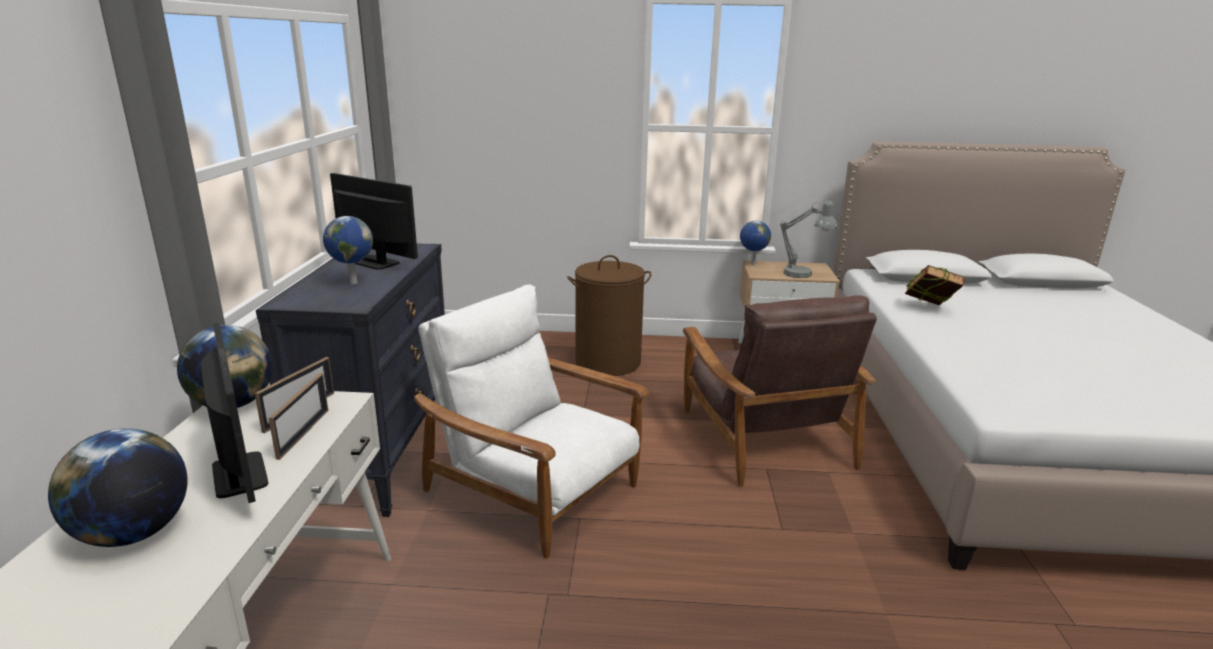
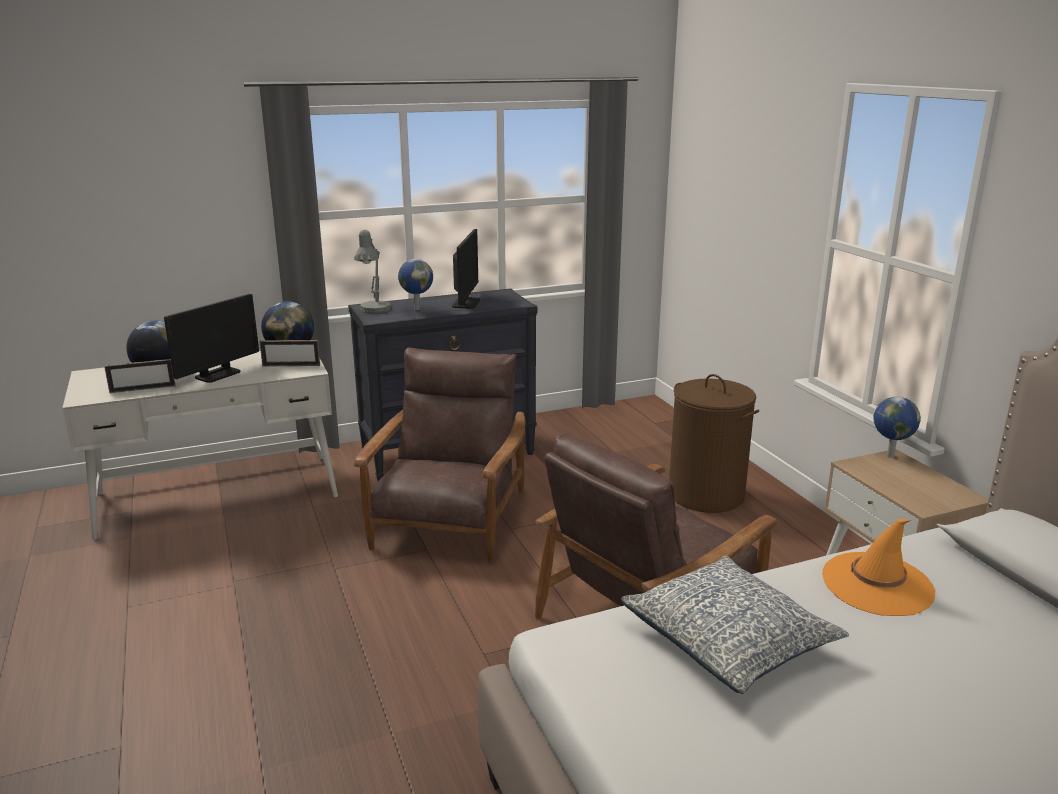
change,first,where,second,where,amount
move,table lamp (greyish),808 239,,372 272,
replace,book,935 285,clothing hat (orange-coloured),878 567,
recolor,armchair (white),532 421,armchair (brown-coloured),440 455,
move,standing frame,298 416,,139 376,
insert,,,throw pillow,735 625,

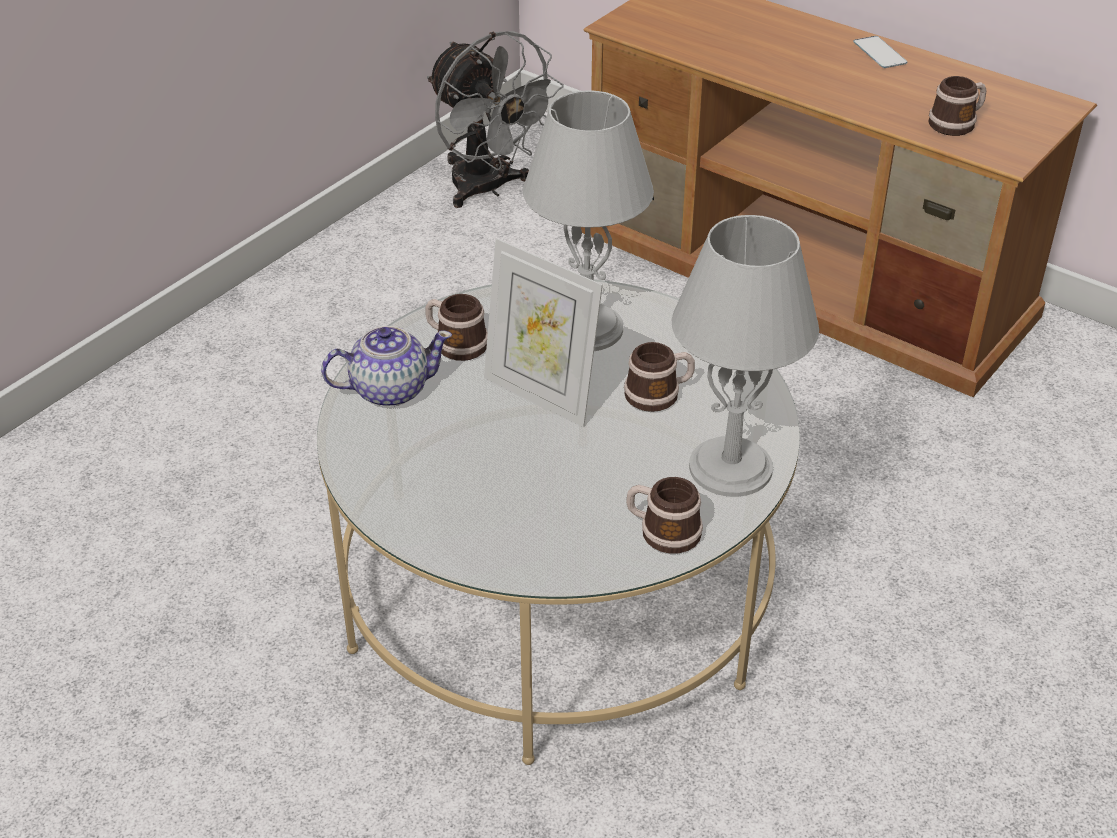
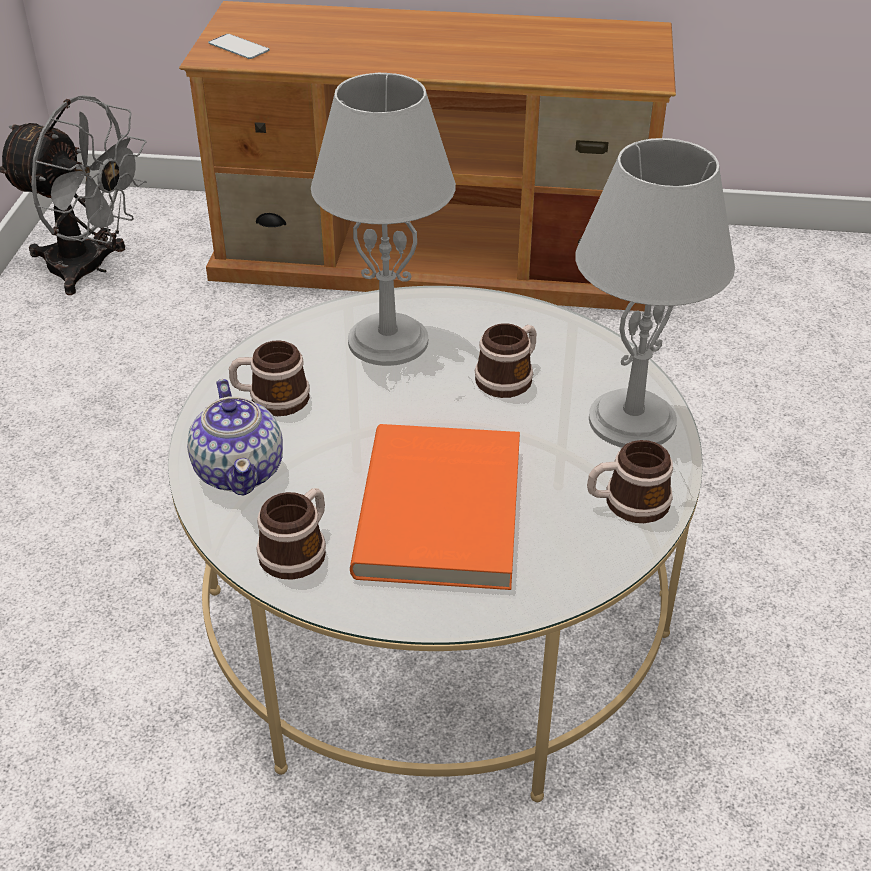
change,first,where,second,where,amount
move,phone,880 52,,238 46,
move,tea mug,957 106,,291 534,
delete,standing frame,543 332,,,
rotate,tea pot,386 366,,235 437,120 degrees clockwise
insert,,,book (orange-coloured),435 507,

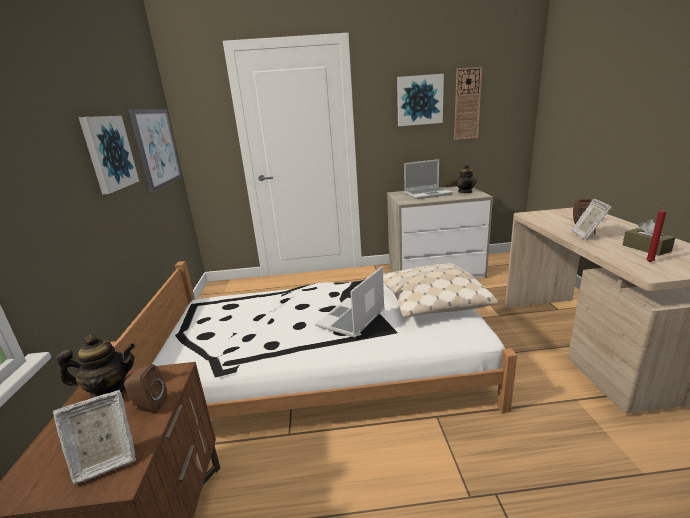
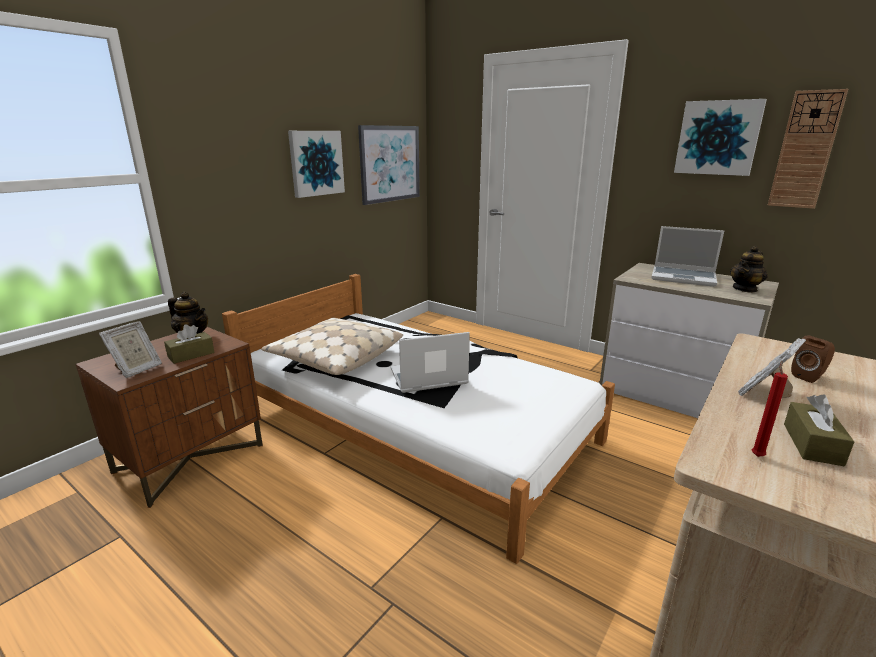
change,first,where,second,where,amount
move,throw pillow (beige),440 290,,332 346,
replace,loudspeaker (brown-coloured),145 388,tissue box (brown-coloured),189 344,
rotate,standing frame,94 437,,130 349,75 degrees counterclockwise

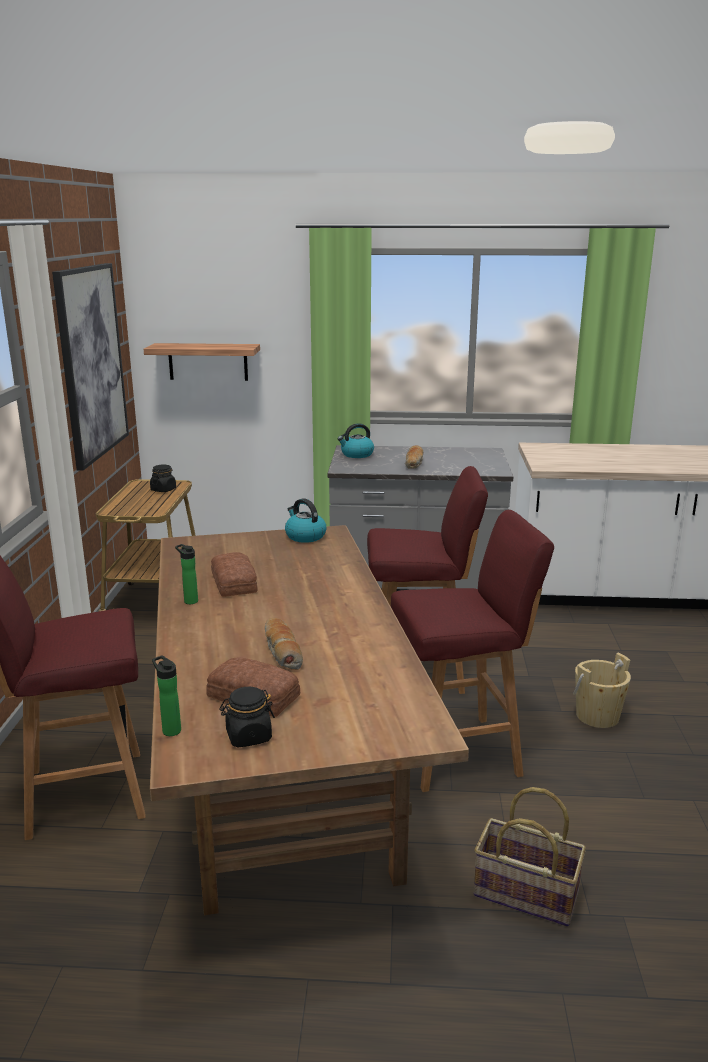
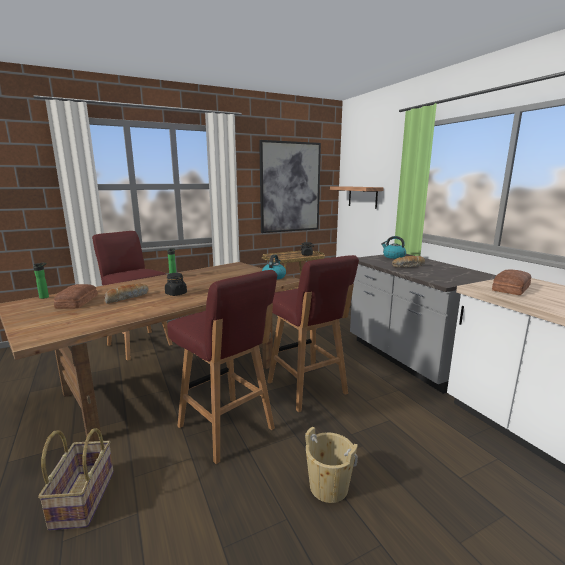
change,first,where,second,where,amount
move,bakery bread,234 574,,511 282,
move,jar (blackish),247 717,,176 284,

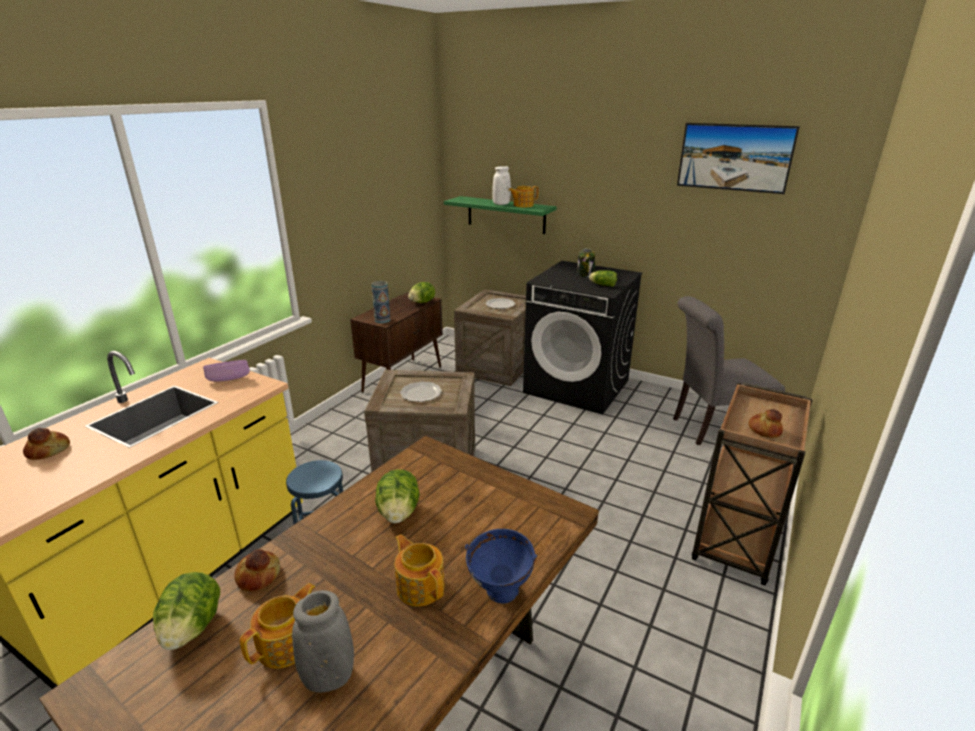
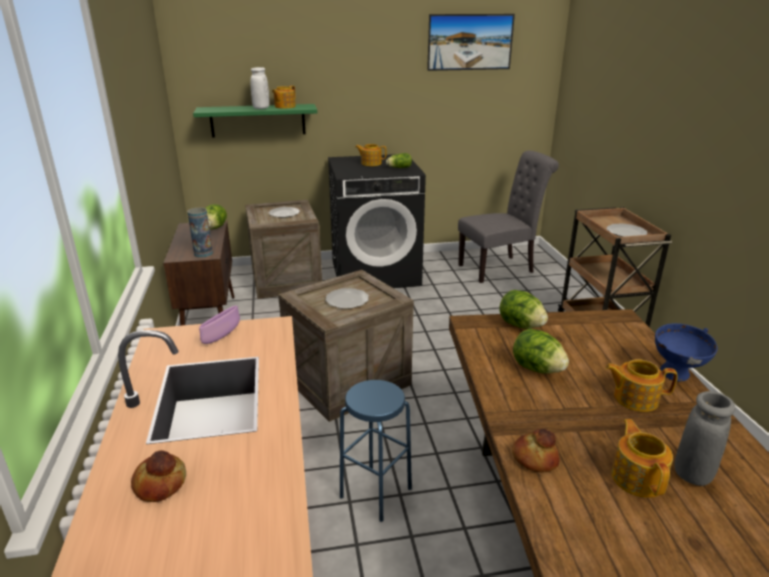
change,first,where,second,where,amount
replace,jar,586 263,tea pot,371 155,
rotate,plain chair (greyish),729 370,,508 217,150 degrees counterclockwise
replace,bakery bread,765 423,flat dish,627 230,
move,head of lettuce,186 611,,523 309,

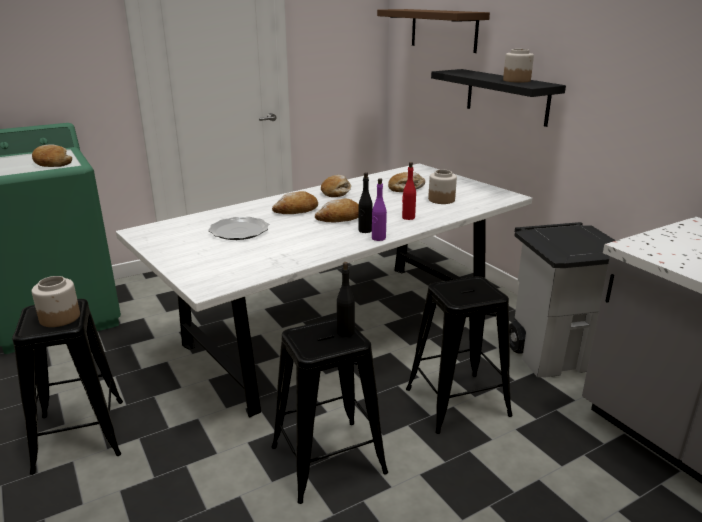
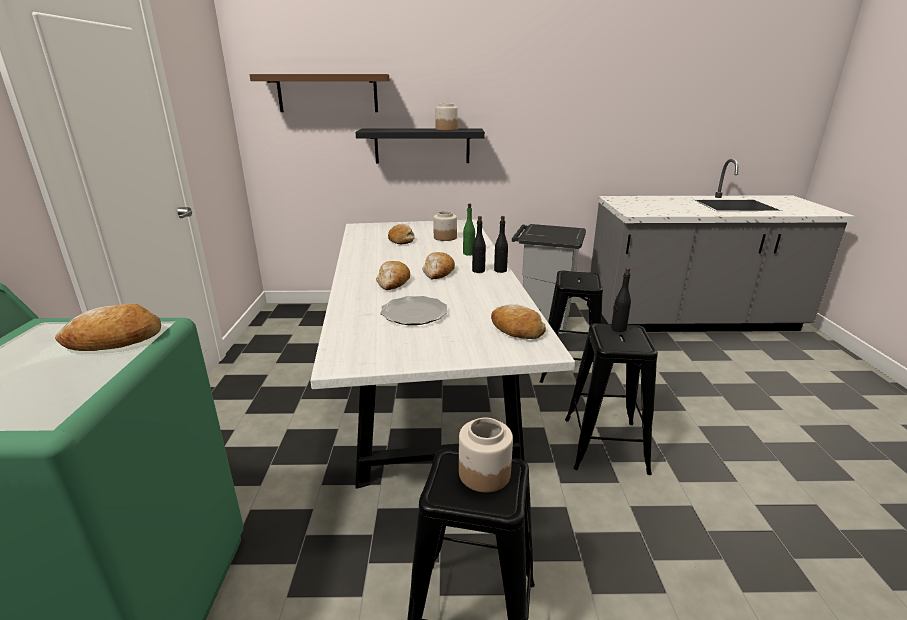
change,first,where,second,where,amount
recolor,beverage bottle (reddish),409 191,beverage bottle (green),469 229,
move,bakery bread,336 186,,518 321,
recolor,beverage bottle (purple-coloured),379 209,beverage bottle (blackish),501 244,

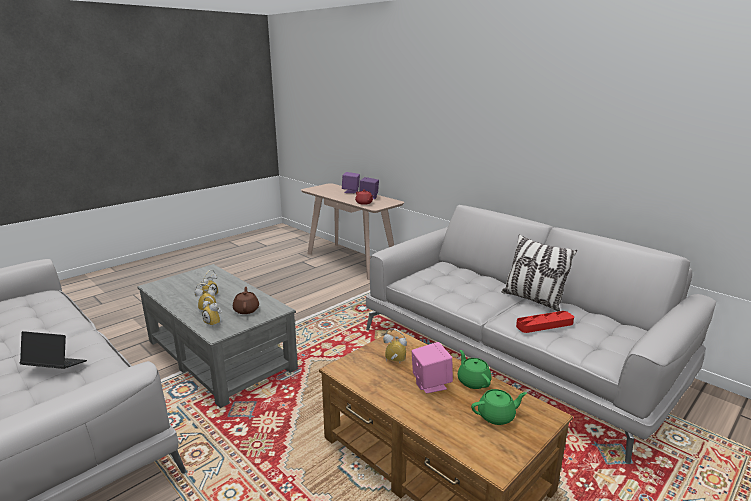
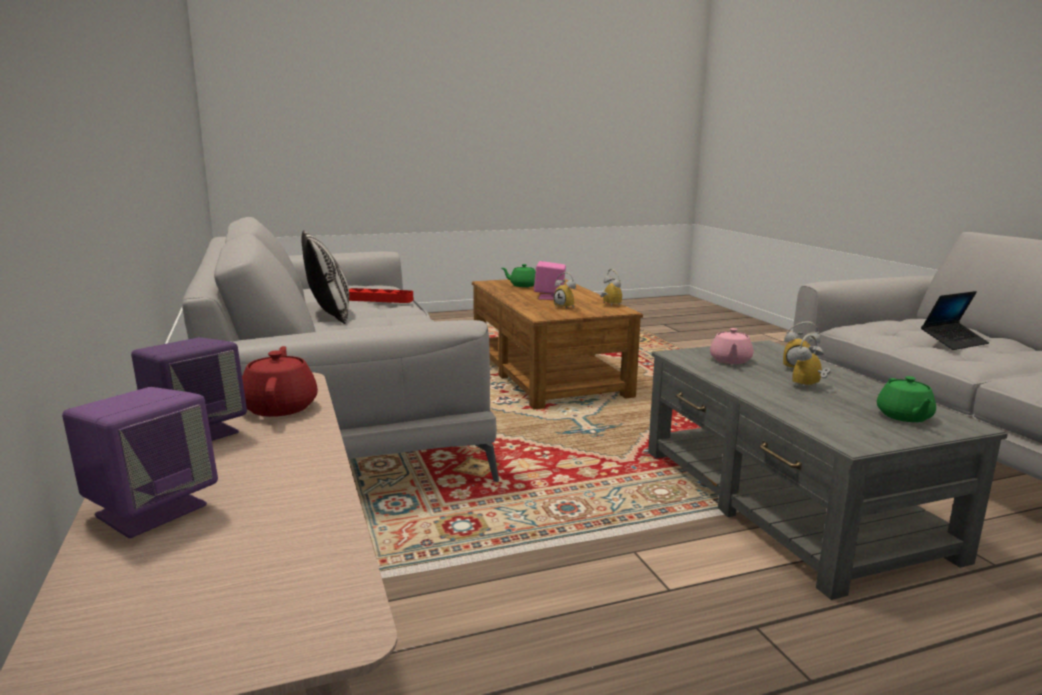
change,first,where,second,where,amount
recolor,tea pot (brown-coloured),246 300,tea pot (pink-coloured),731 346,
move,table clock,212 311,,611 288,
rotate,portable computer,53 350,,955 320,60 degrees counterclockwise
move,tea pot (green),474 369,,906 399,

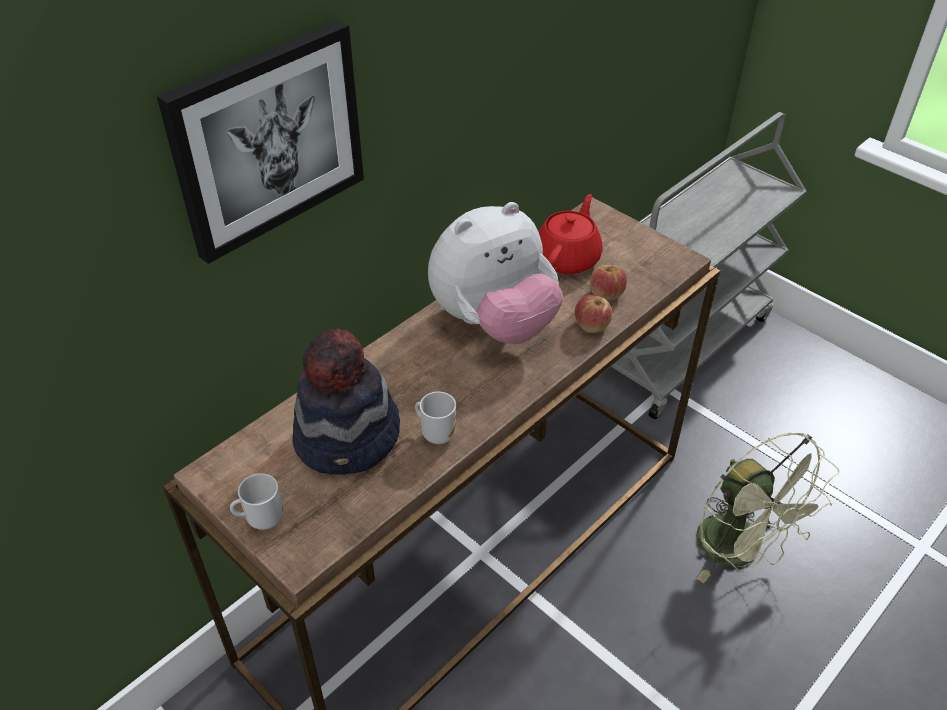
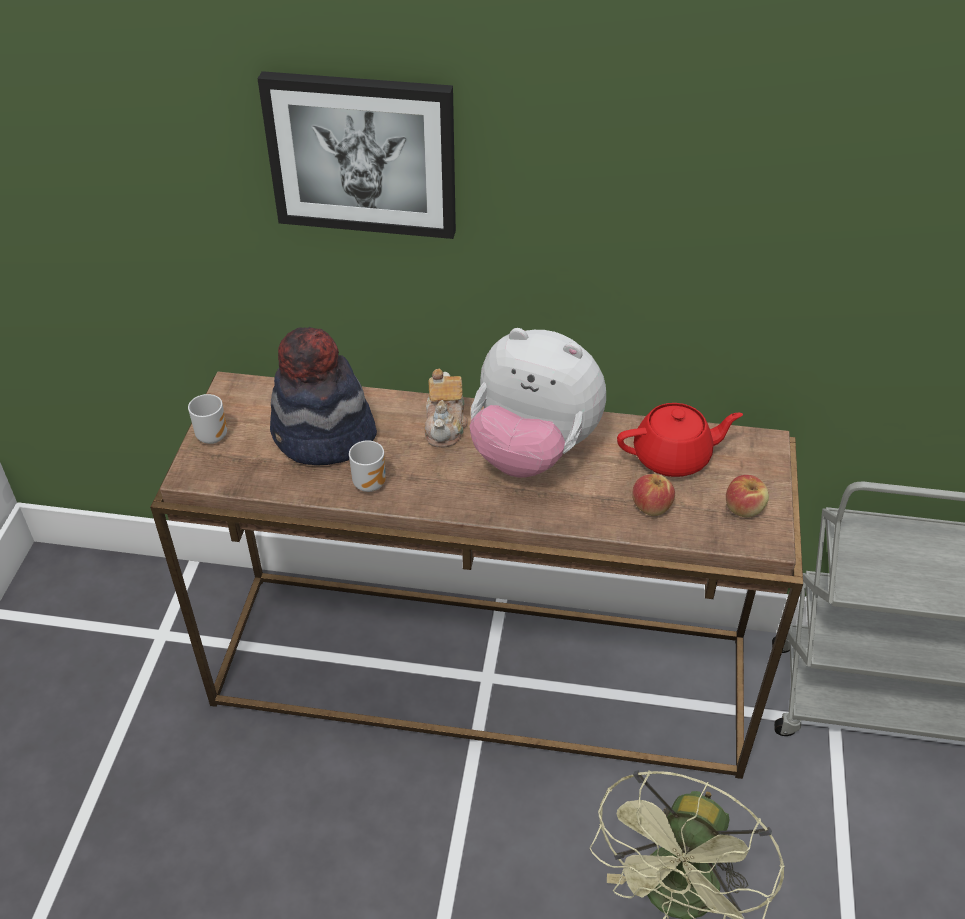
change,first,where,second,where,amount
move,whole apple,593 314,,747 496,
insert,,,tea pot,446 408,

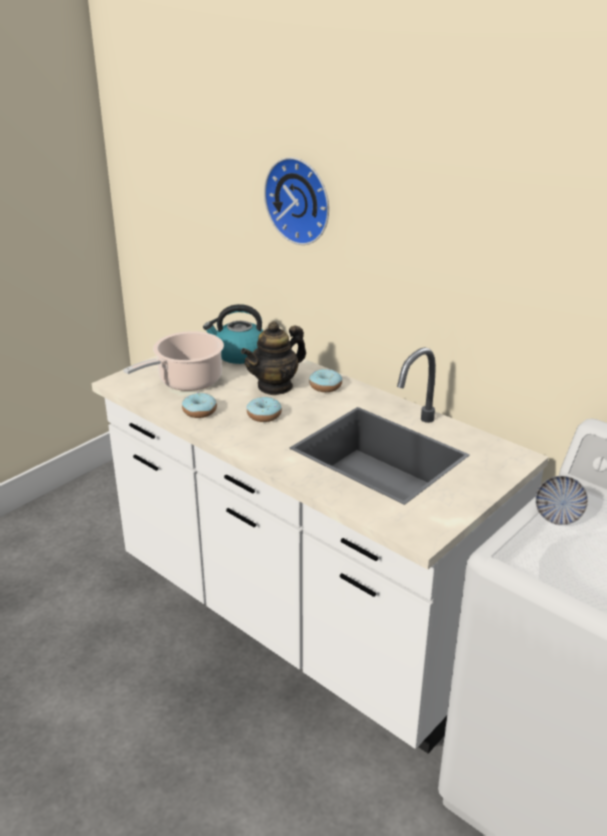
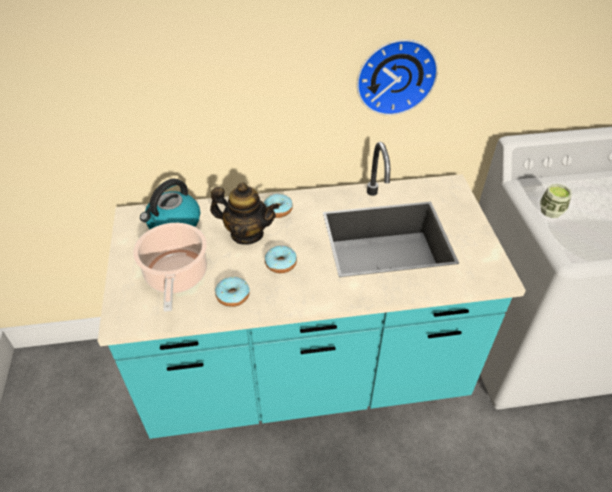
change,first,where,second,where,amount
move,wall clock,296 201,,397 77,
rotate,tea pot,273 358,,244 213,75 degrees counterclockwise
recolor,kitchen base unit (white),320 541,kitchen base unit (turquoise),312 290,
replace,deep dish,561 500,drinking cup,556 201,

